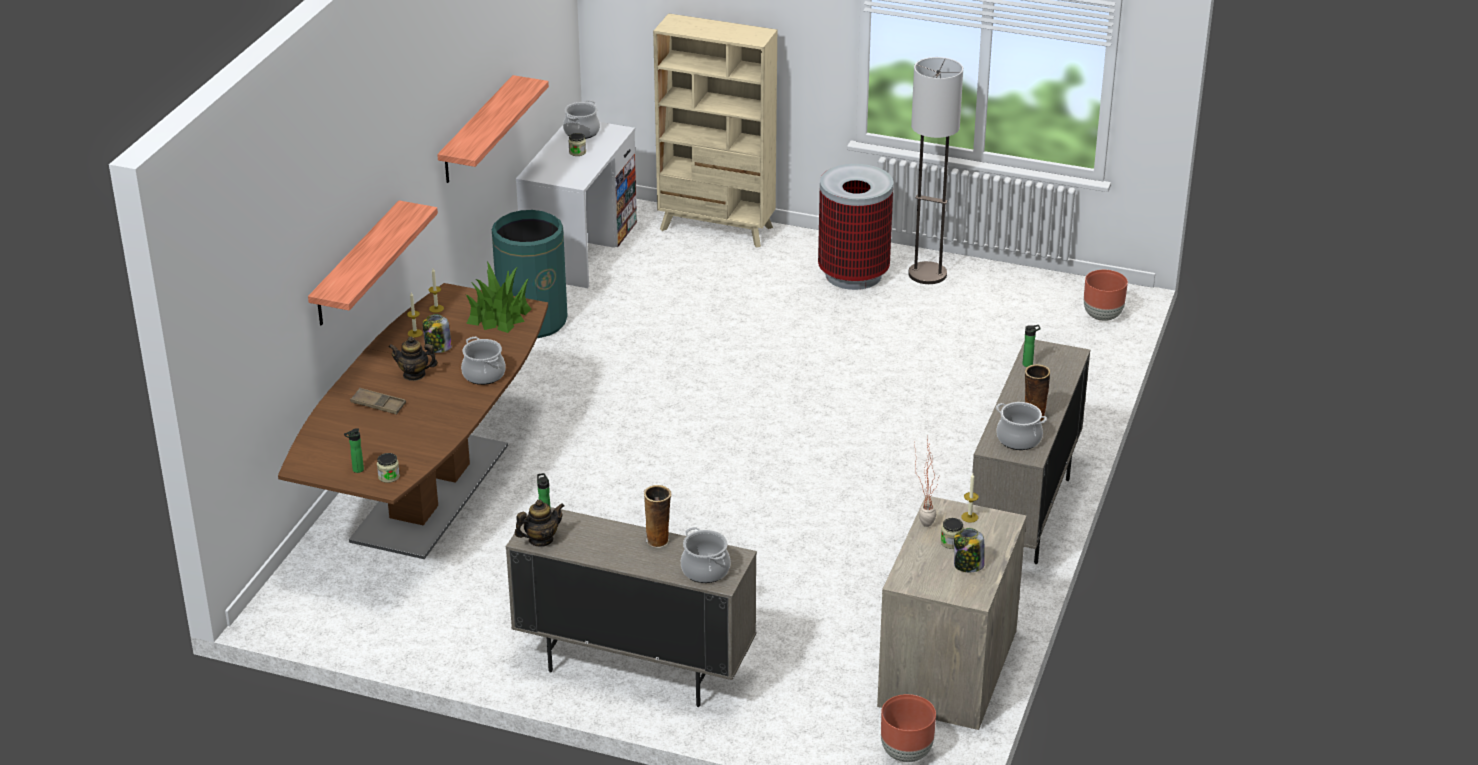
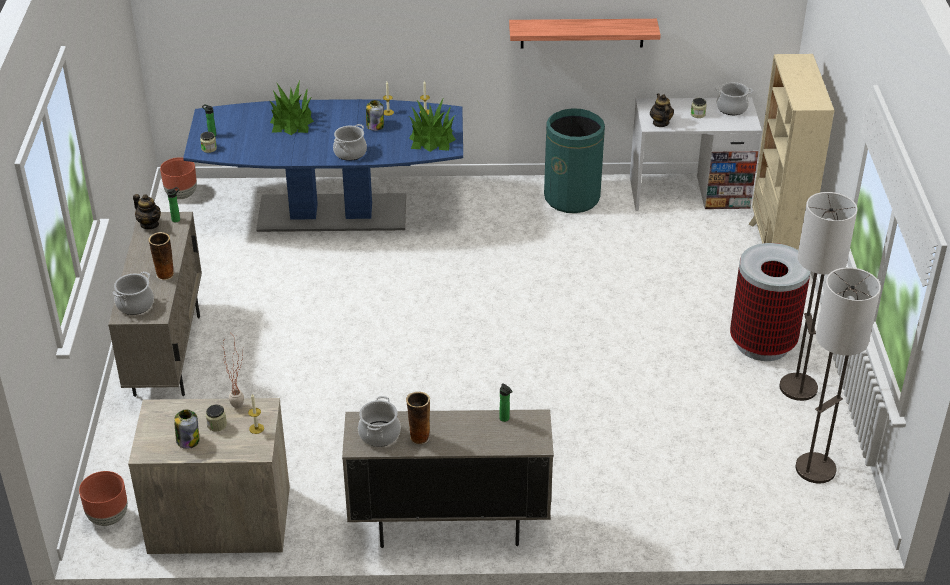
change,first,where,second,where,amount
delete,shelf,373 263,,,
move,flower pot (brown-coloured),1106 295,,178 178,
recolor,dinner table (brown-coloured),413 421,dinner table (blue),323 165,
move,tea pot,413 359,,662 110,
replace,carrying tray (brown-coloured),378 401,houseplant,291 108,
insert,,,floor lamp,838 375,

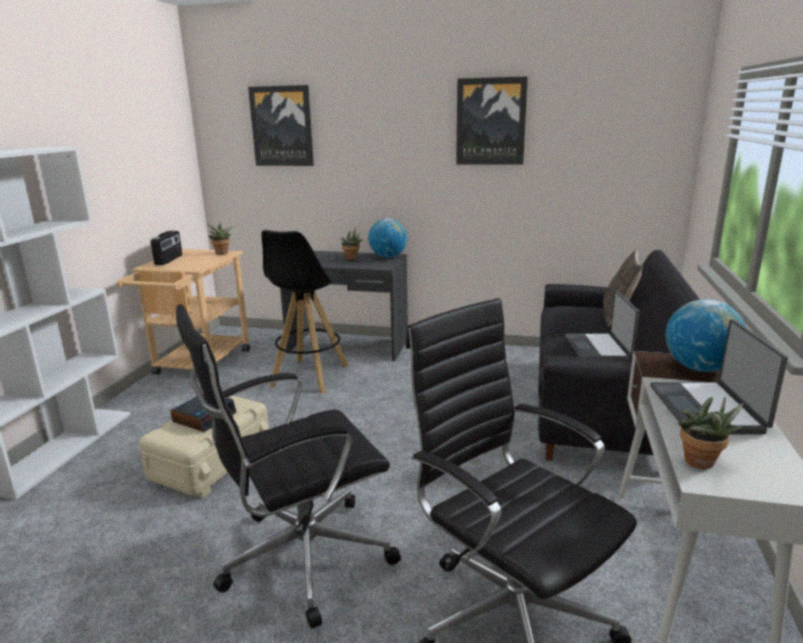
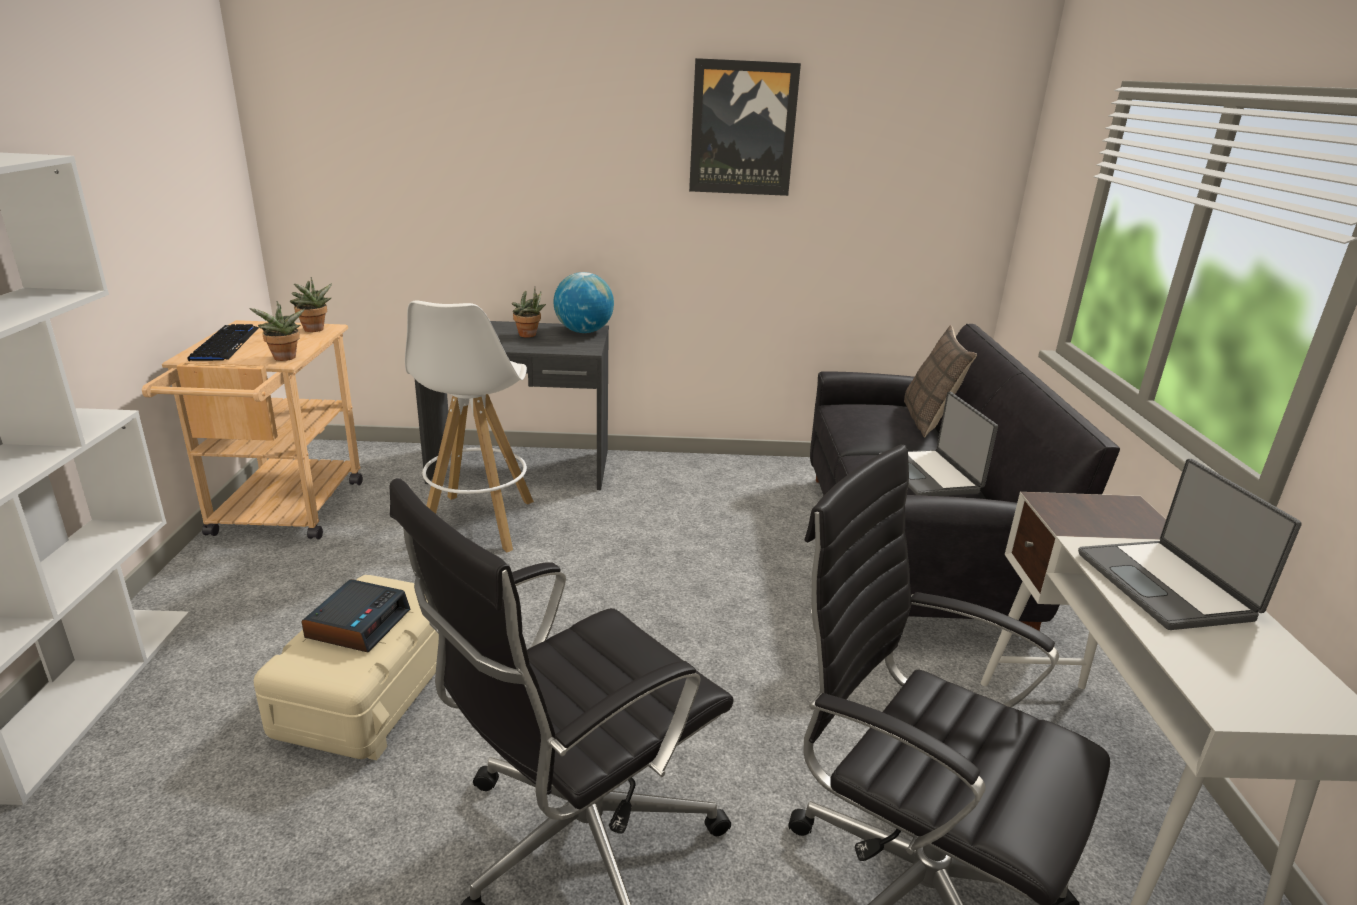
change,first,where,second,where,amount
delete,wall art,281 125,,,
replace,radio set,166 247,computer keyboard,223 342,
recolor,sitting stool (blackish),305 312,sitting stool (white),469 426,
delete,globe,706 335,,,
move,houseplant,711 433,,277 331,

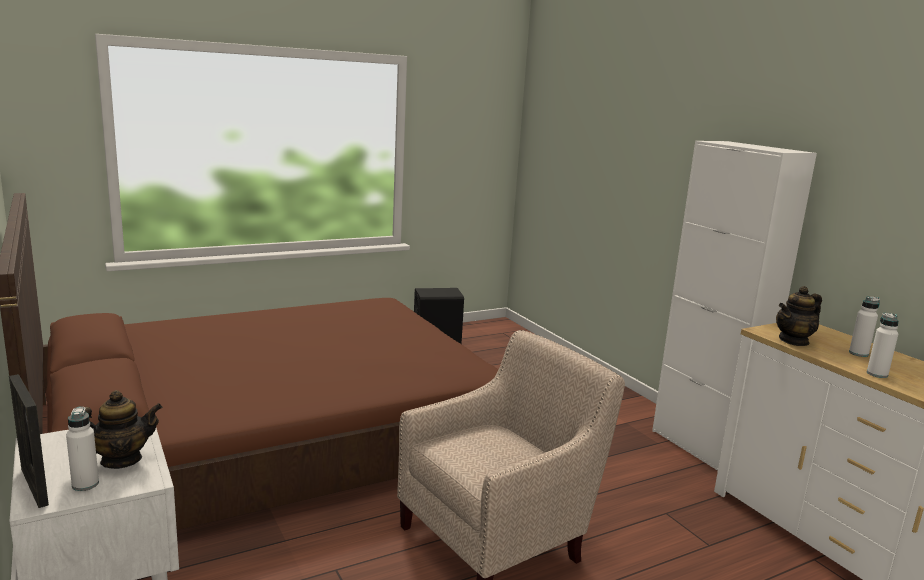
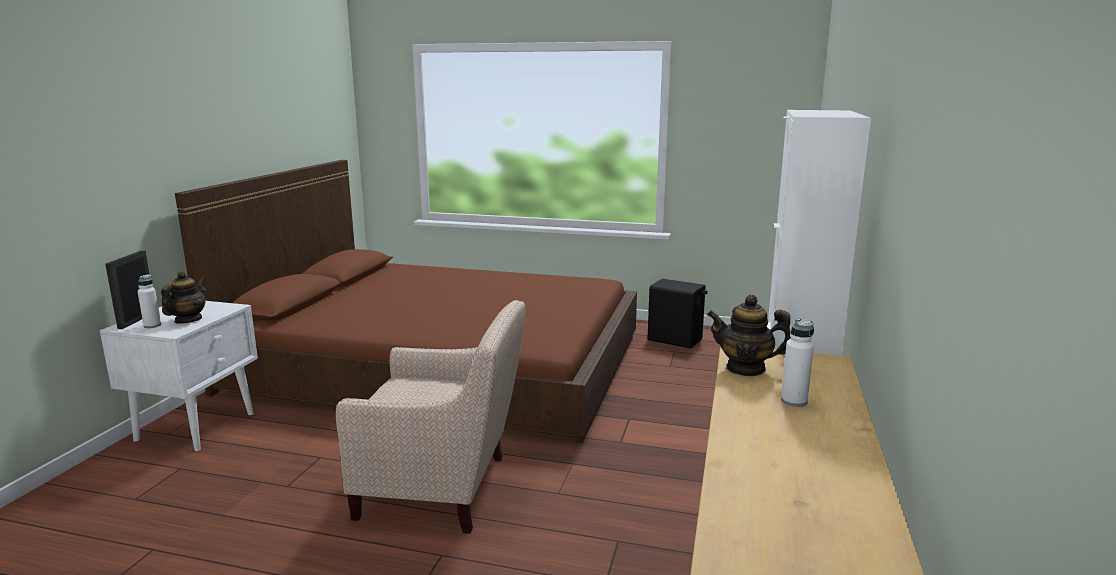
change,first,where,second,where,amount
delete,beverage bottle (white),882 345,,,
rotate,tea pot,124 429,,183 297,90 degrees counterclockwise

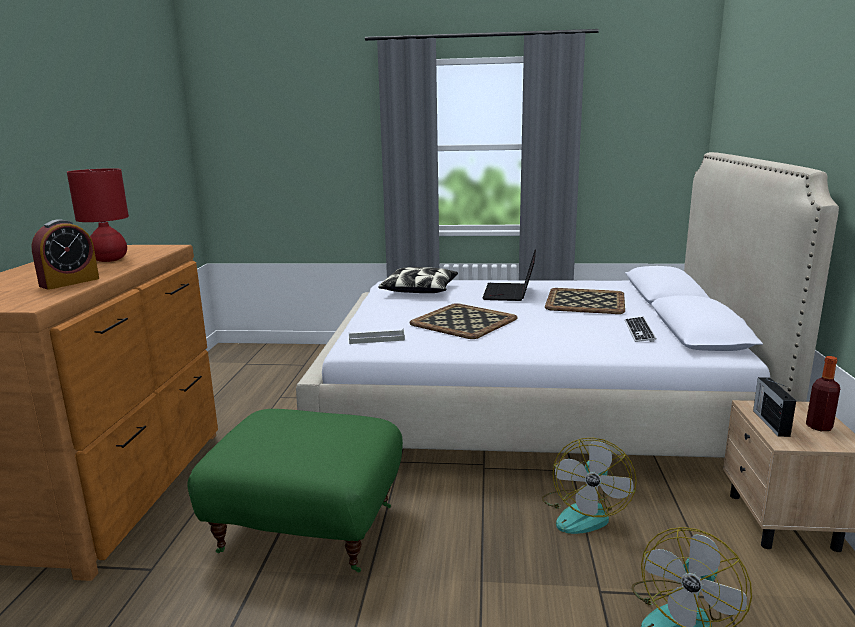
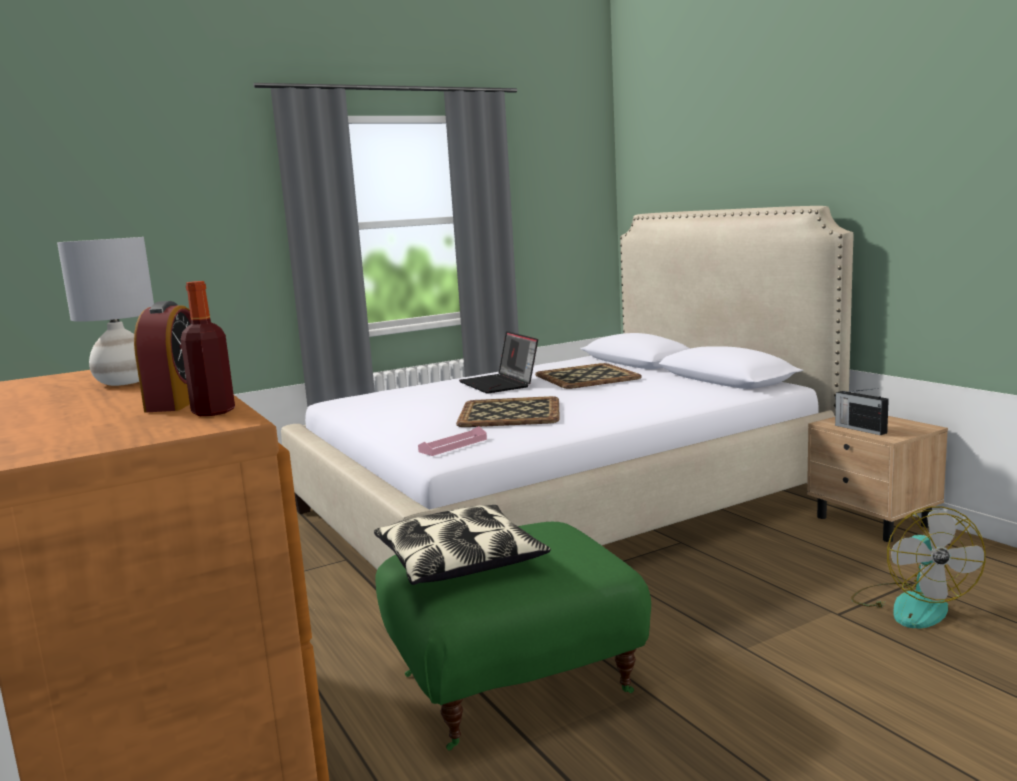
change,first,where,second,where,amount
recolor,table lamp (reddish),98 215,table lamp (greyish),105 311,
move,throw pillow,418 280,,462 545,
delete,computer keyboard,640 329,,,
recolor,carrying tray (greyish),377 336,carrying tray (pink-coloured),452 441,
move,beverage bottle,823 393,,207 348,
delete,cooling fan,589 486,,,

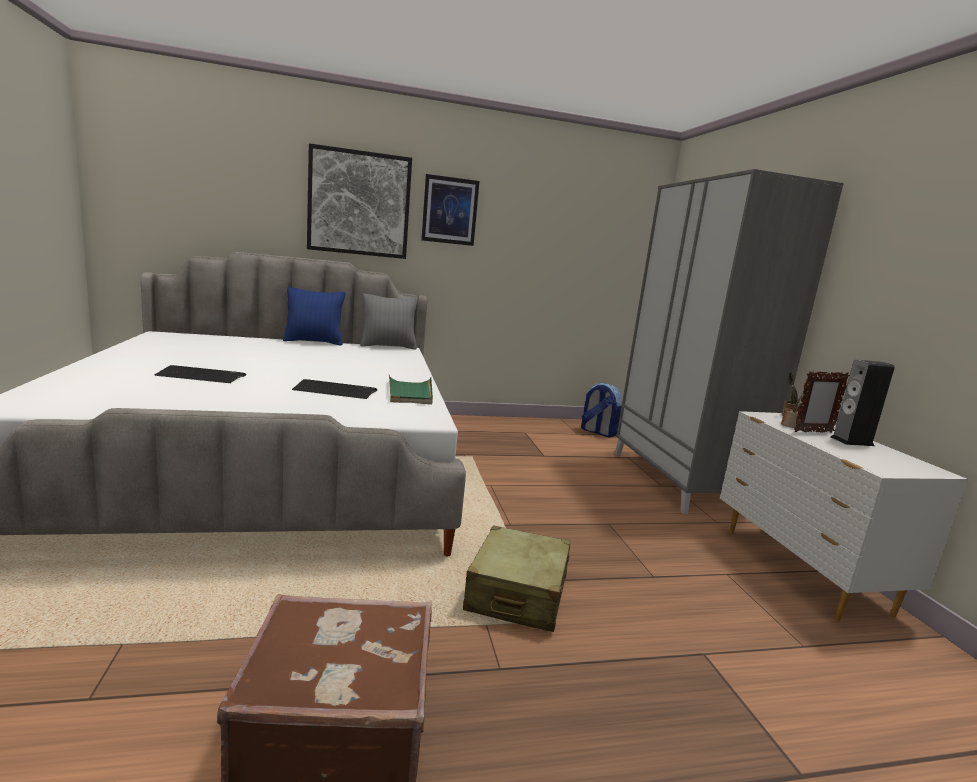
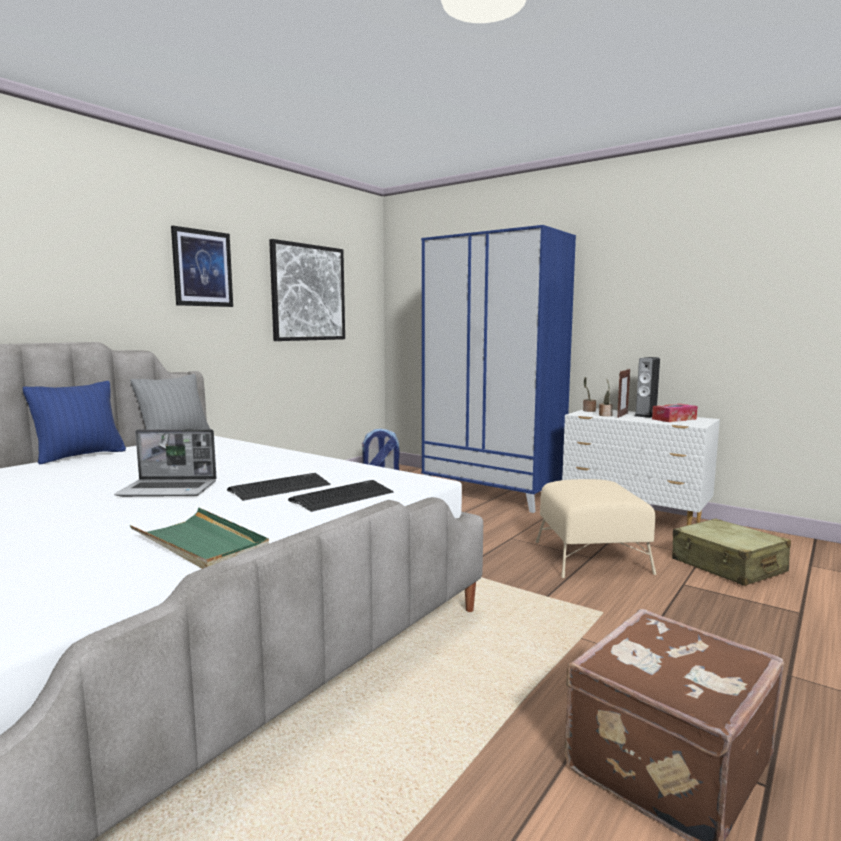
change,first,where,second,where,amount
move,wall art,359 201,,307 290,
recolor,wardrobe (greyish),729 341,wardrobe (blue),498 369,
move,computer keyboard,200 374,,341 496,
move,carrying tray (green),411 389,,199 538,
move,travel case (beige),517 578,,731 552,
insert,,,tissue box,675 413,
insert,,,portable computer,165 463,
insert,,,pouffe (beige),596 528,

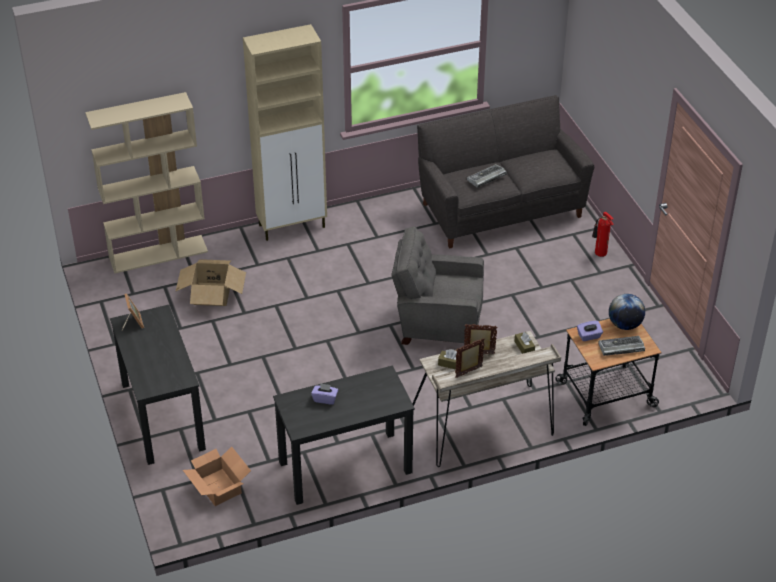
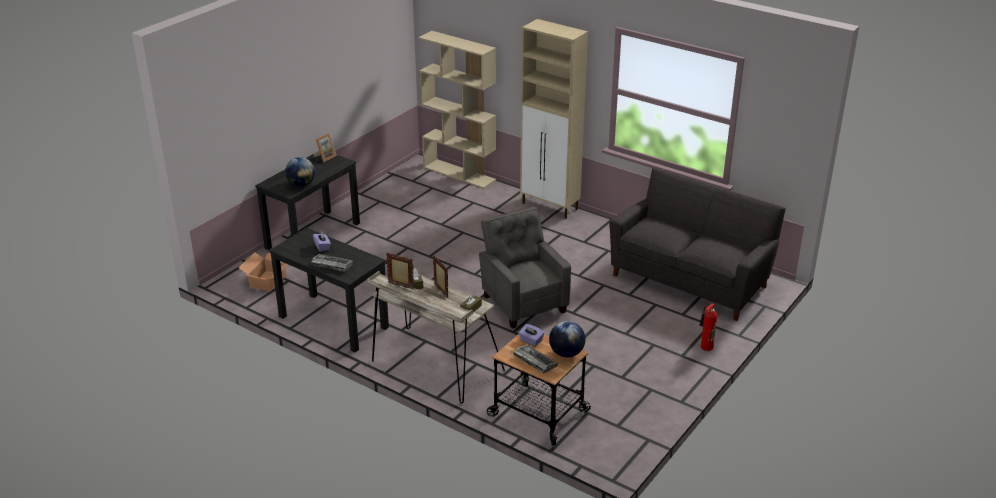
change,first,where,second,where,amount
move,computer keyboard,487 176,,332 263,
delete,cardboard box,210 282,,,
insert,,,globe,300 172,

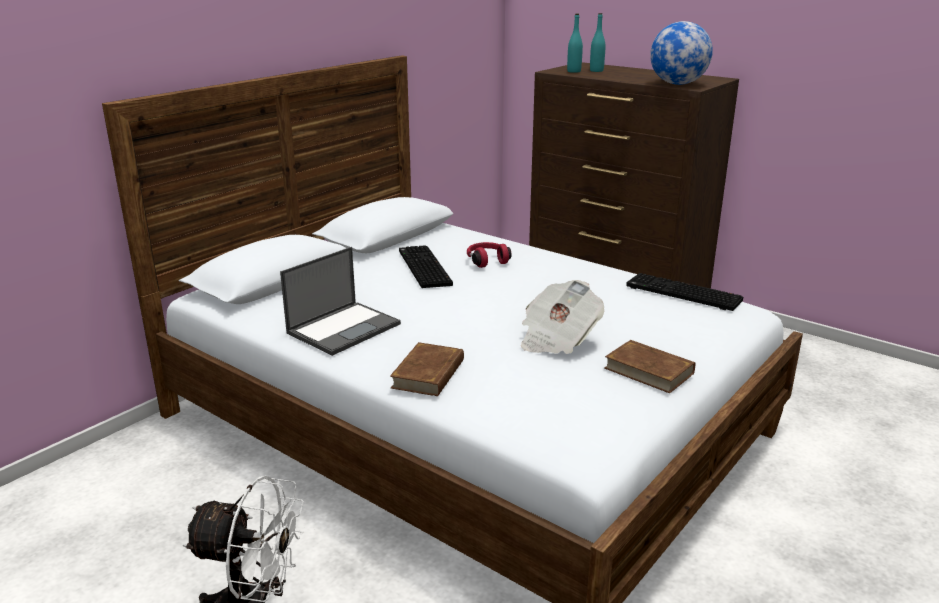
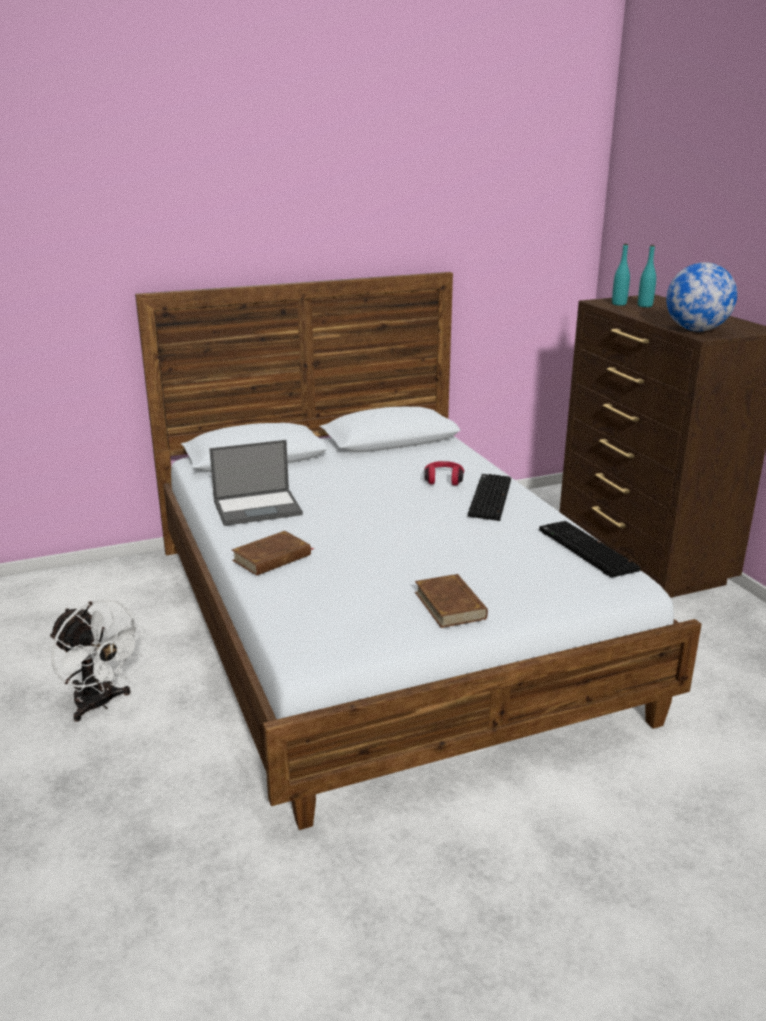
change,first,where,second,where,amount
move,computer keyboard,426 266,,489 497,
delete,printed paper,562 317,,,

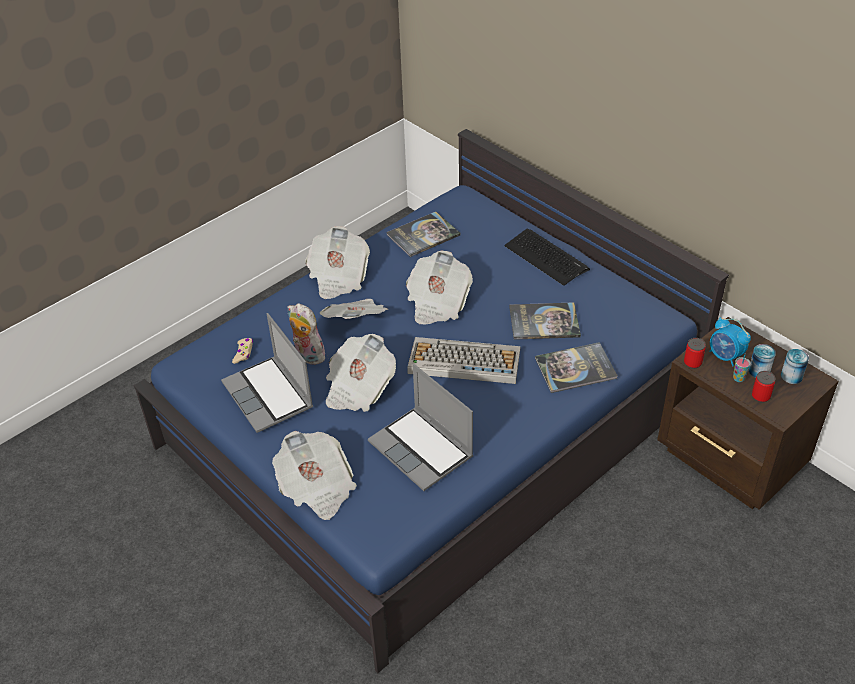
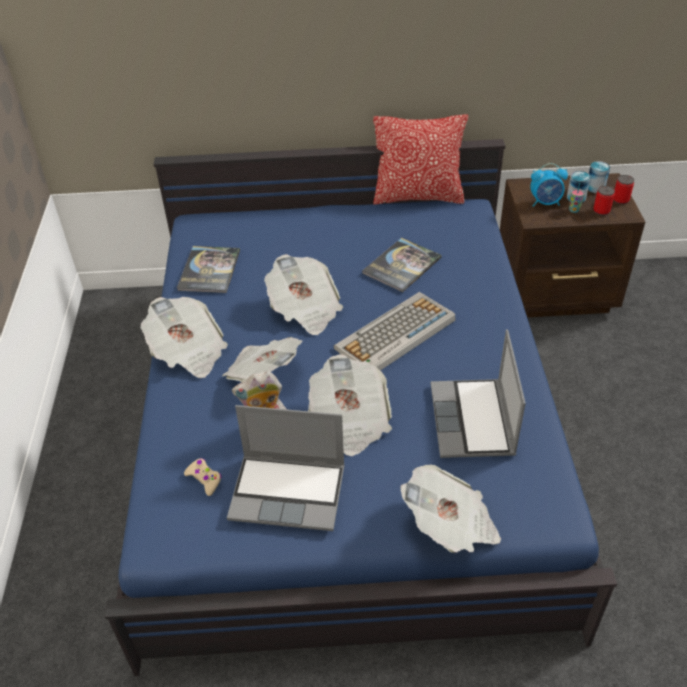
change,first,where,second,where,amount
delete,computer keyboard,547 257,,,
move,metal can,695 353,,623 190,
delete,book,576 367,,,
rotate,portable computer,420 427,,478 393,90 degrees clockwise
insert,,,throw pillow,420 159,

